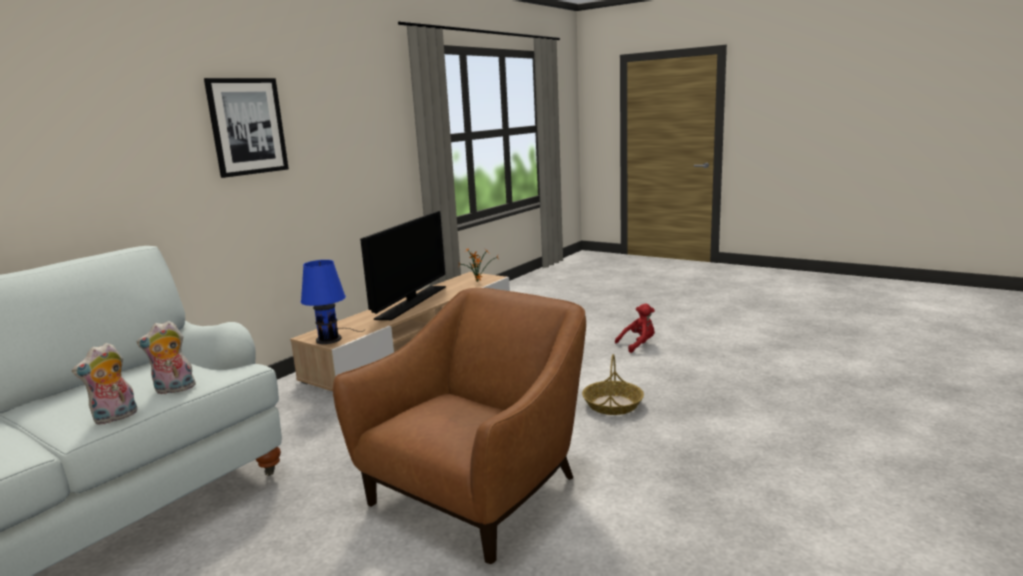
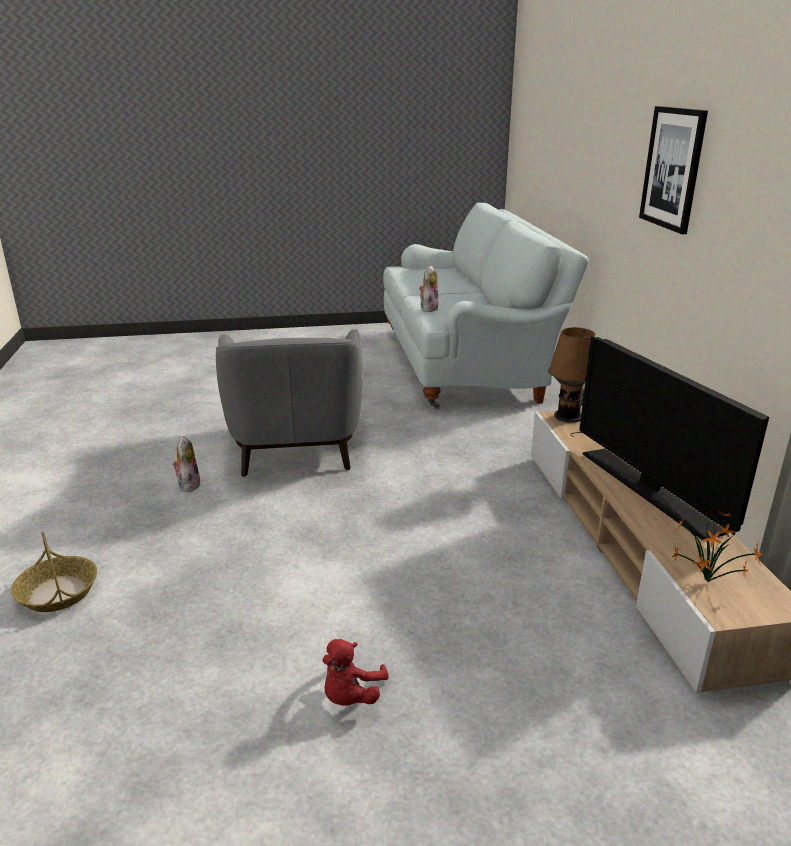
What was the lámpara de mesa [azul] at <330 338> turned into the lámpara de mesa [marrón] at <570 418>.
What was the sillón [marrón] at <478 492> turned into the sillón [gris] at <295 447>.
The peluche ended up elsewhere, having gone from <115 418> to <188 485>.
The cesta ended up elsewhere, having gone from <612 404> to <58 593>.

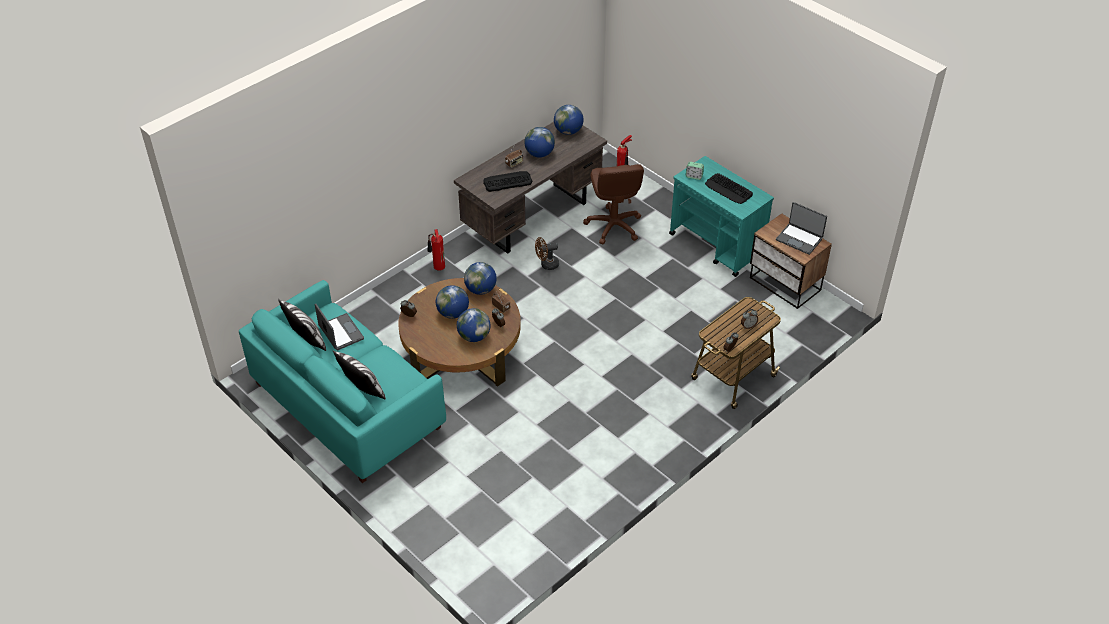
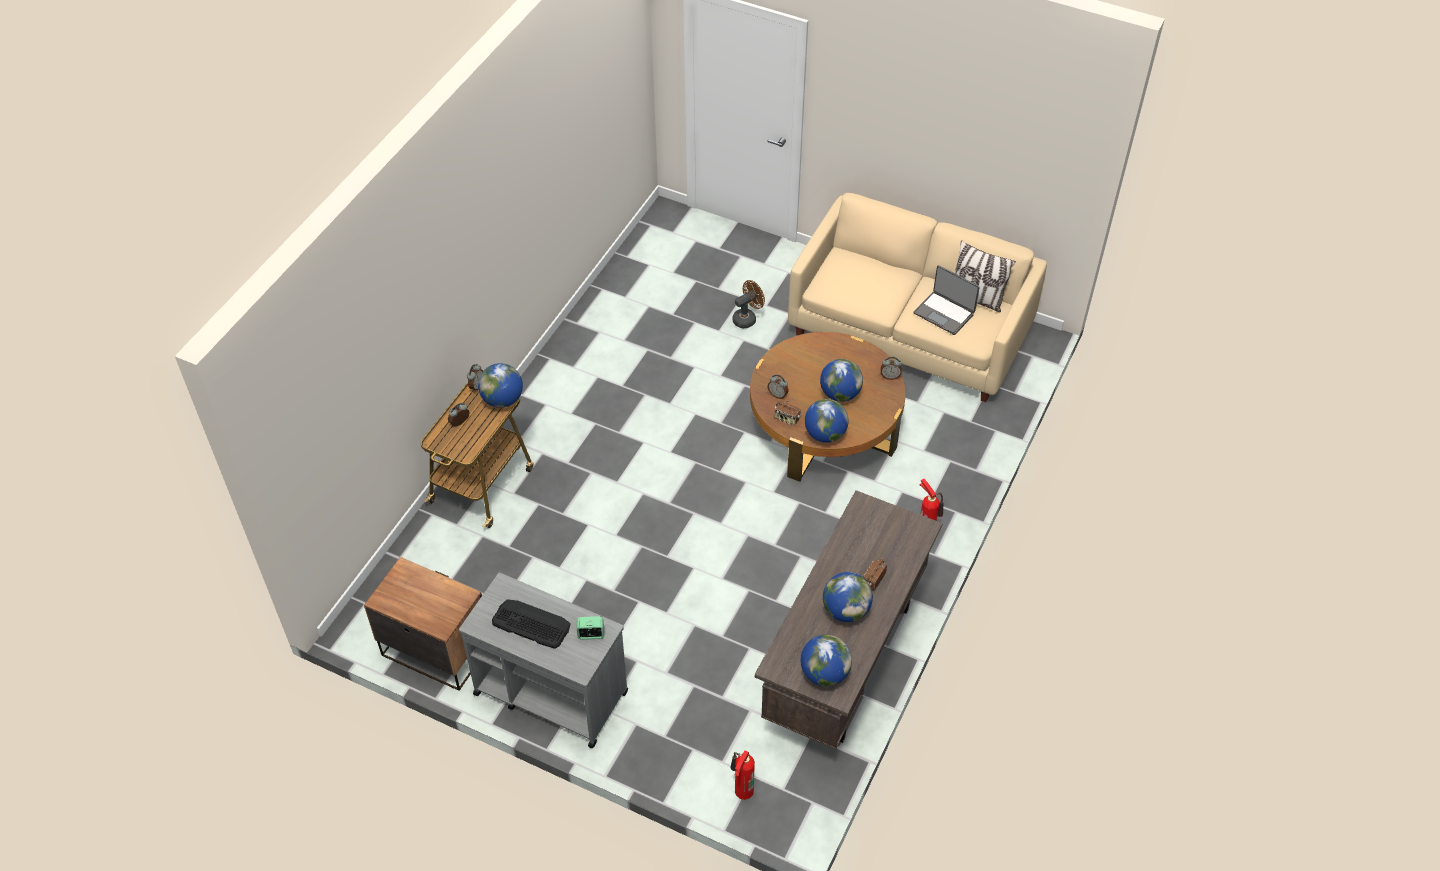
What was the carrito [turquesa] at <717 245> turned into the carrito [gris] at <550 692>.
The second view lost the silla de oficina [marrón] at <613 226>.
The second view lost the teclado at <507 181>.
The second view lost the portátil at <799 239>.
The ventilador [marrón] ended up elsewhere, having gone from <546 265> to <747 318>.
What was the sofá [turquesa] at <347 405> turned into the sofá [beis] at <911 330>.
The globo terráqueo ended up elsewhere, having gone from <474 336> to <502 399>.
The second view lost the cojín at <363 390>.

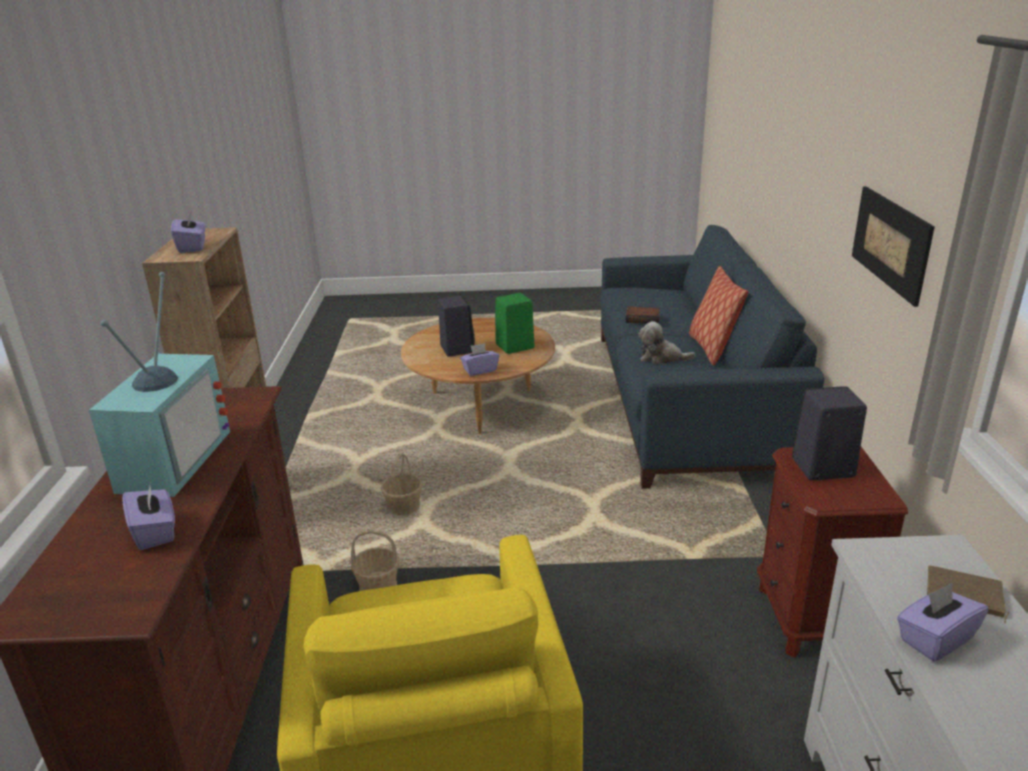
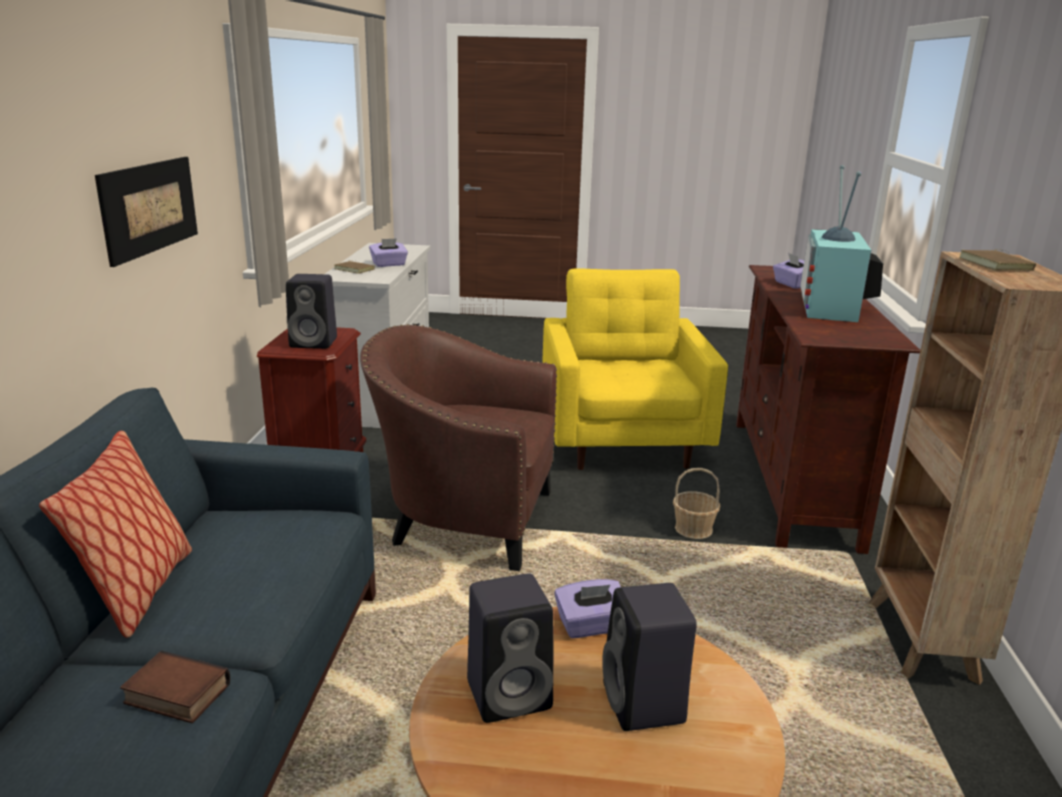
Where the caja de pañuelos [morado] stood at <193 247>, the libro [marrón] came to stand at <997 265>.
What was the altavoz [verde] at <514 347> turned into the altavoz [negro] at <511 694>.
The second view lost the peluche at <661 358>.
The second view lost the cesta at <404 507>.
The second view gained the sillón [marrón] at <463 520>.

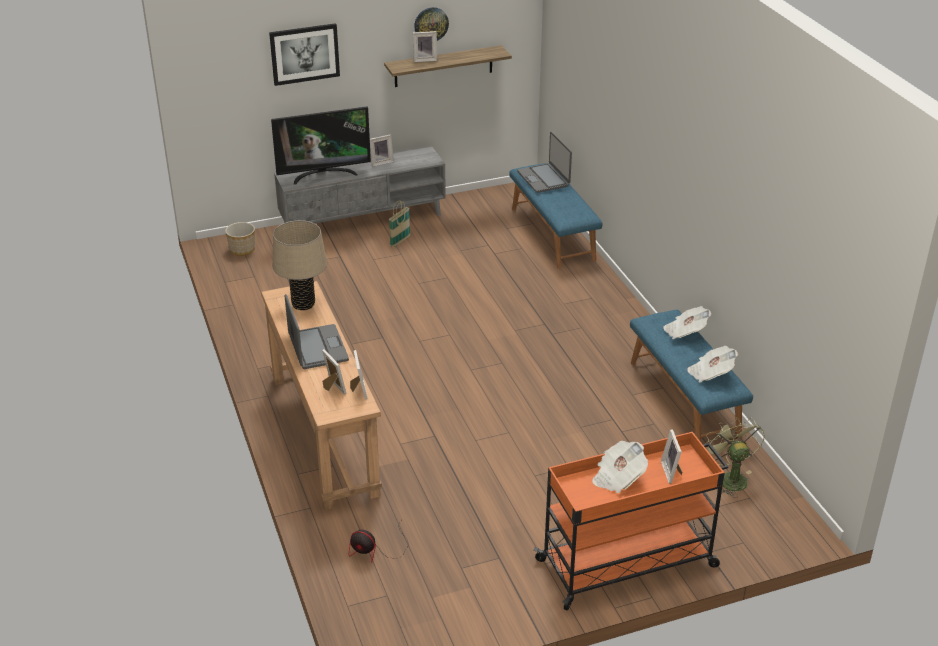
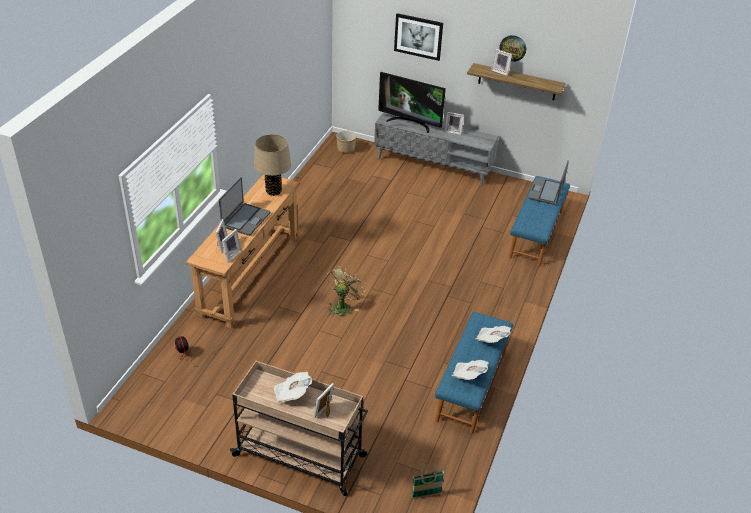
The cesta ended up elsewhere, having gone from <400 241> to <426 495>.
The ventilador [verde] ended up elsewhere, having gone from <729 478> to <342 306>.
What was the carrito [naranja] at <628 563> turned into the carrito [beis] at <301 456>.

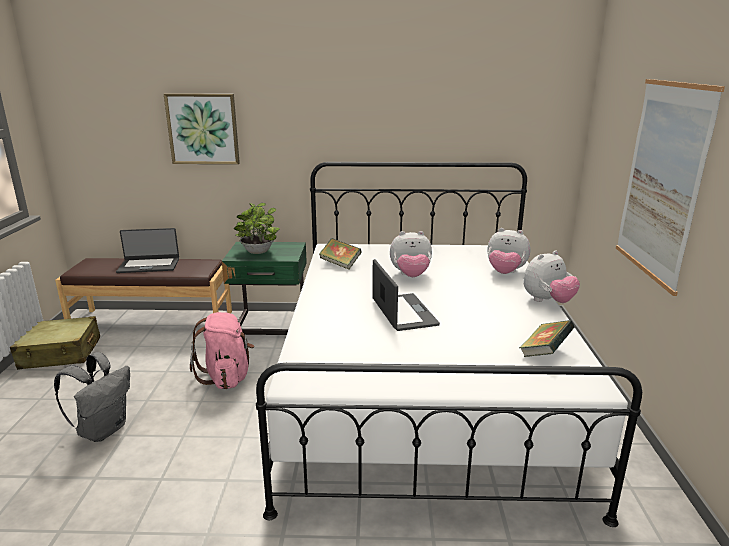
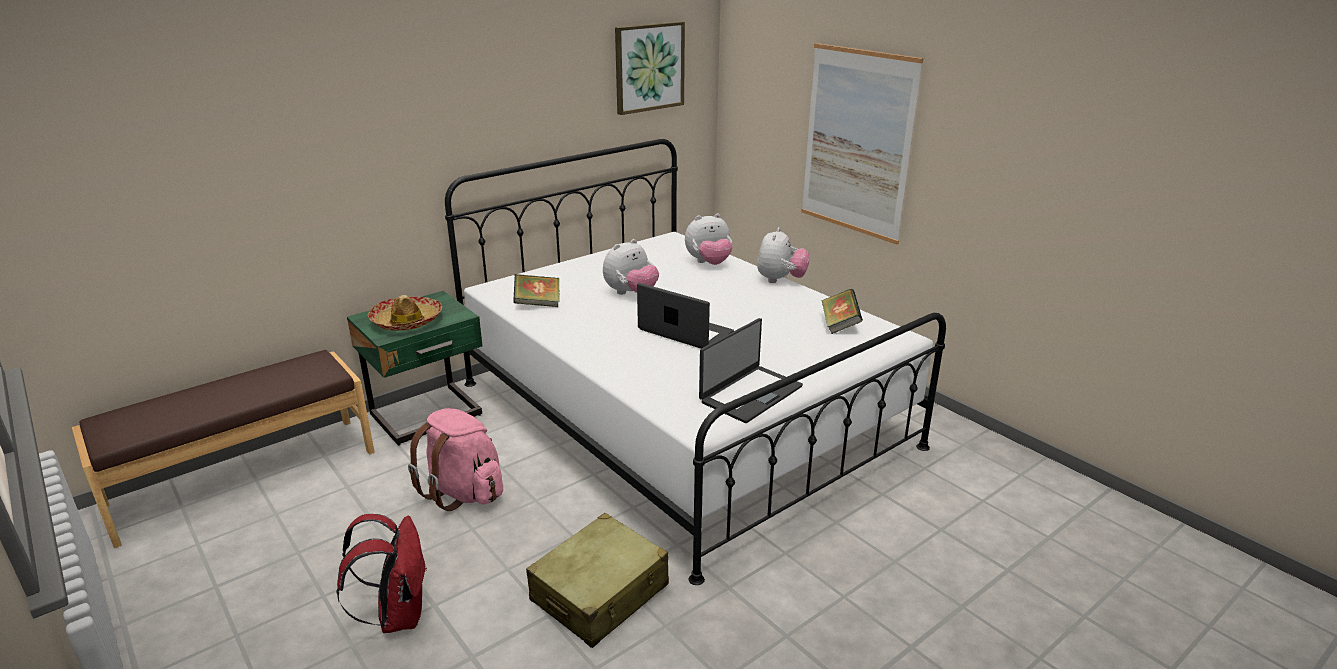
The cuadro ended up elsewhere, having gone from <203 129> to <649 67>.
Where the planta en maceta stood at <257 252>, the sombrero came to stand at <407 321>.
The portátil ended up elsewhere, having gone from <149 265> to <750 394>.
The maleta [beis] ended up elsewhere, having gone from <61 353> to <600 593>.
What was the mochila [gris] at <103 429> turned into the mochila [rojo] at <398 614>.

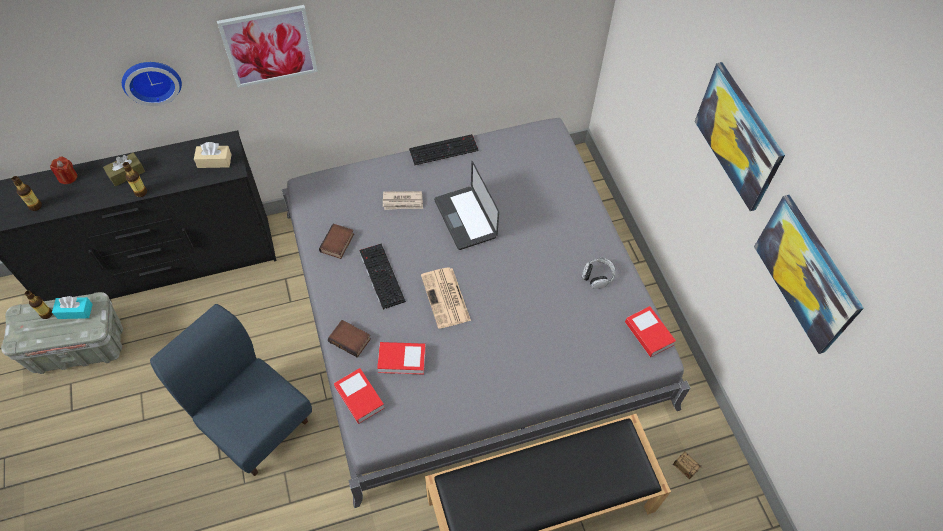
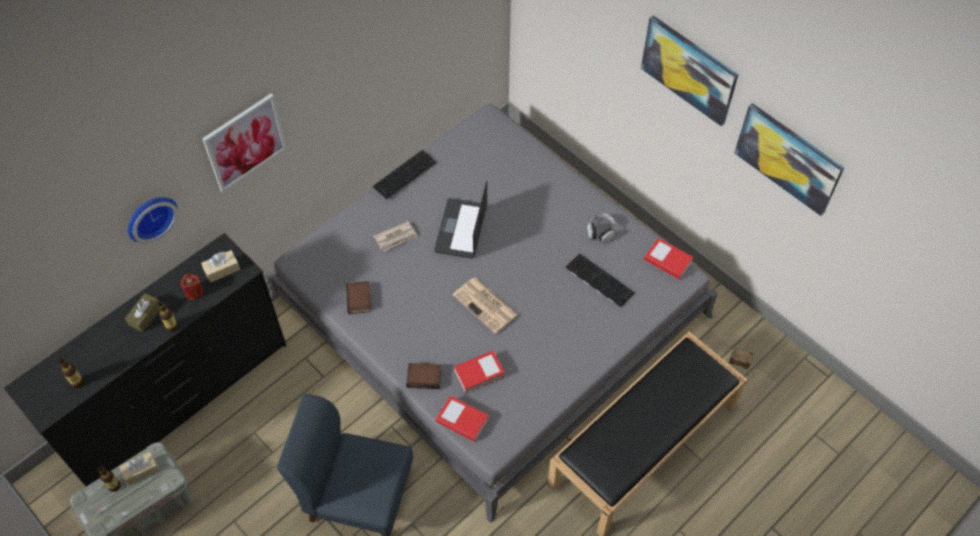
The vela [rojo] ended up elsewhere, having gone from <68 177> to <194 292>.
The portátil at <465 218> ended up facing another way, 60 degrees clockwise from before.
The teclado ended up elsewhere, having gone from <380 275> to <598 280>.
What was the caja de pañuelos [turquesa] at <75 311> turned into the caja de pañuelos [beis] at <141 471>.

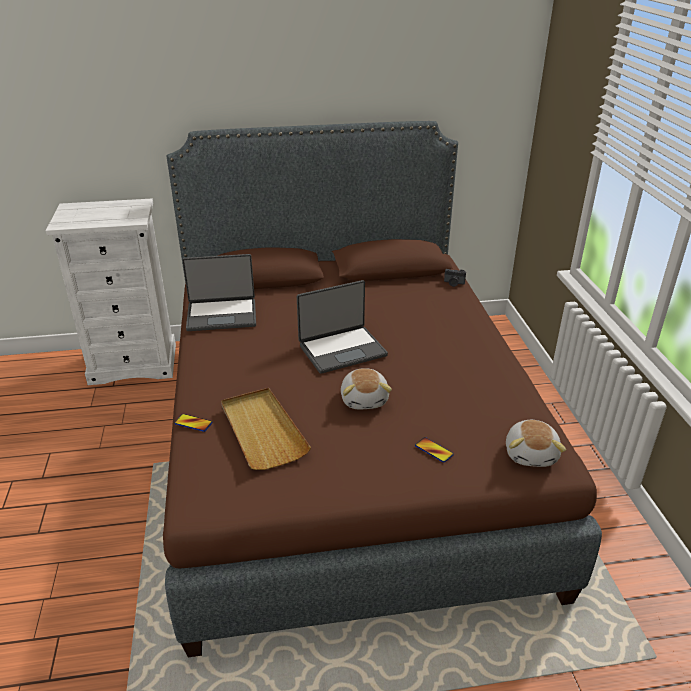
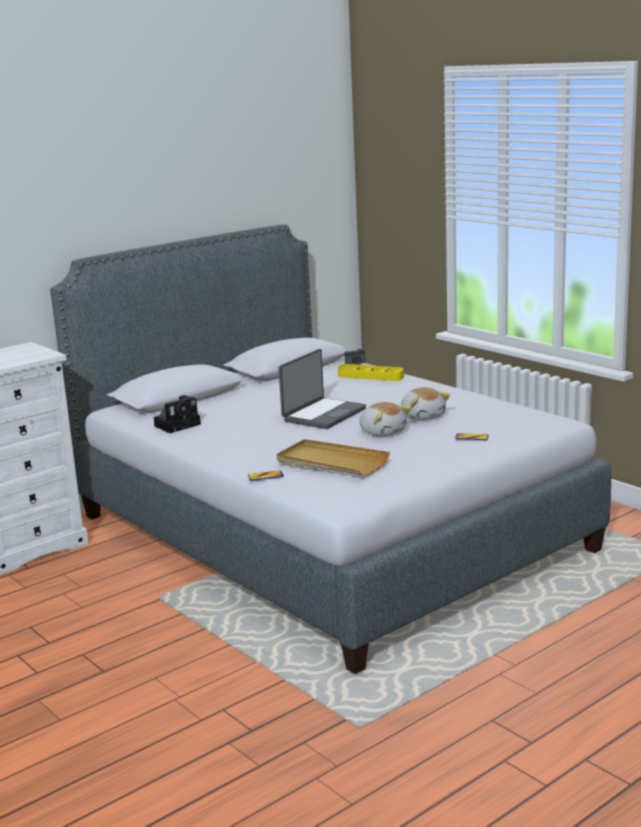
What was the cama [marrón] at <344 445> turned into the cama [gris] at <325 532>.
Where the portátil stood at <222 315>, the cámara came to stand at <179 424>.
The peluche ended up elsewhere, having gone from <531 454> to <423 416>.
The second view gained the bandeja [amarillo] at <370 376>.

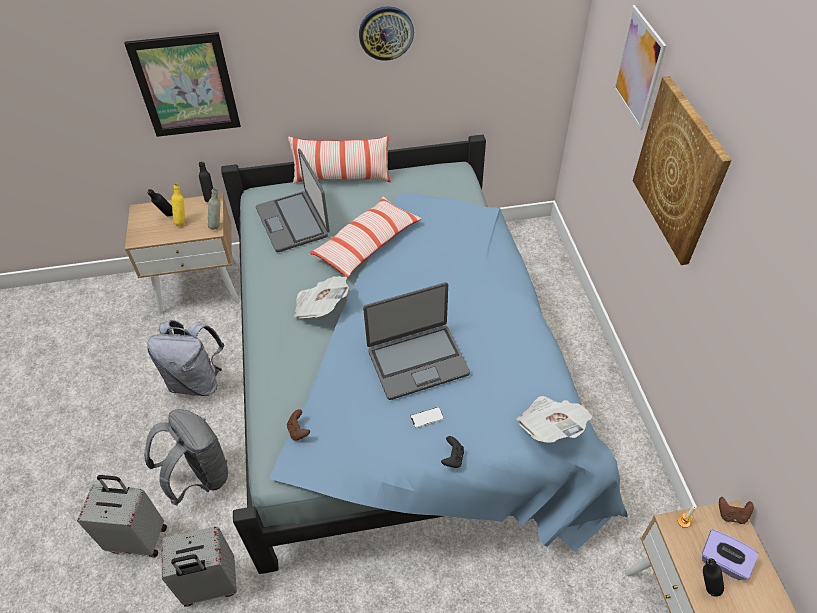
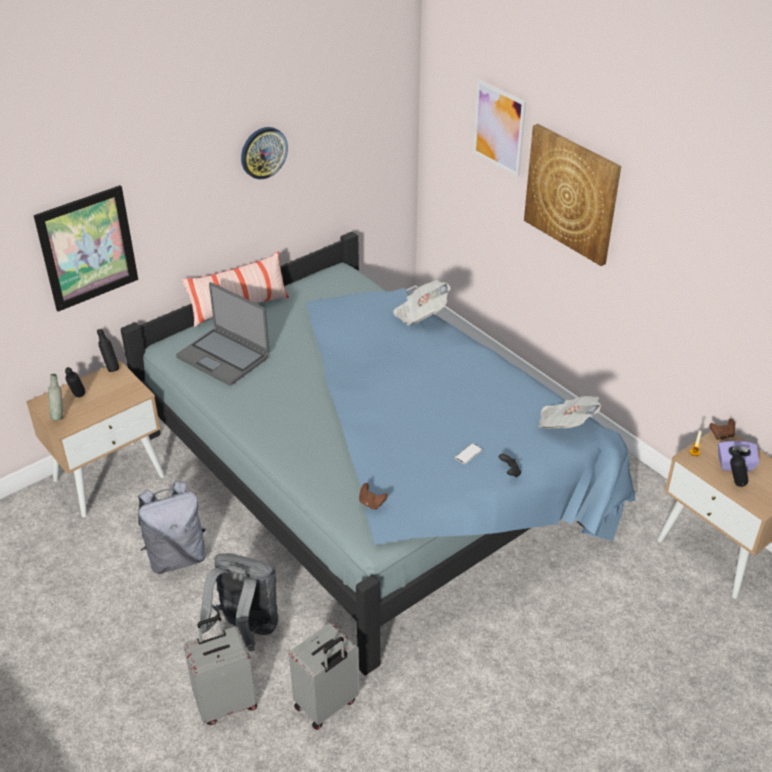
The second view lost the botella [amarillo] at <182 221>.
The botella [gris] ended up elsewhere, having gone from <218 225> to <59 415>.
The second view lost the cojín at <367 244>.
The periódico ended up elsewhere, having gone from <321 307> to <421 314>.
The second view lost the portátil at <417 361>.

